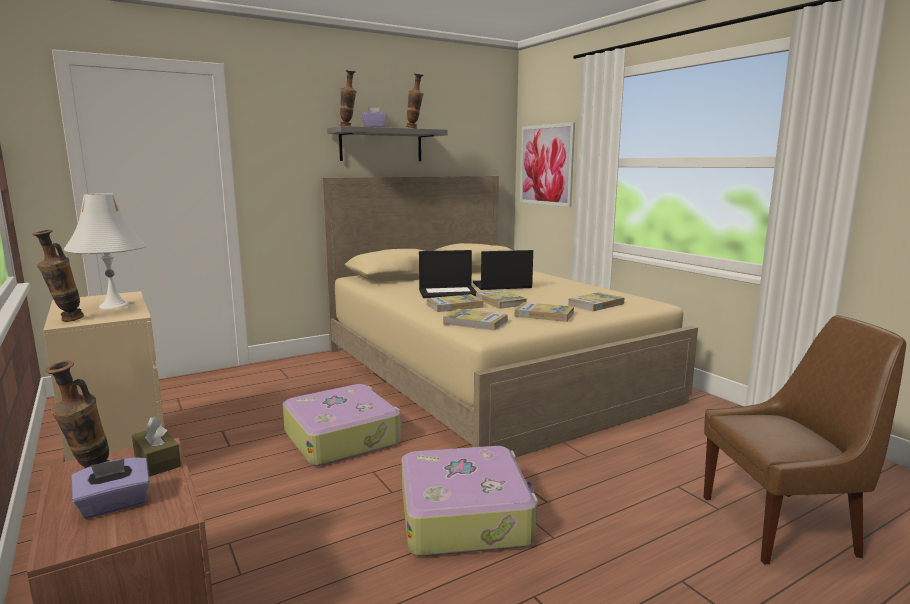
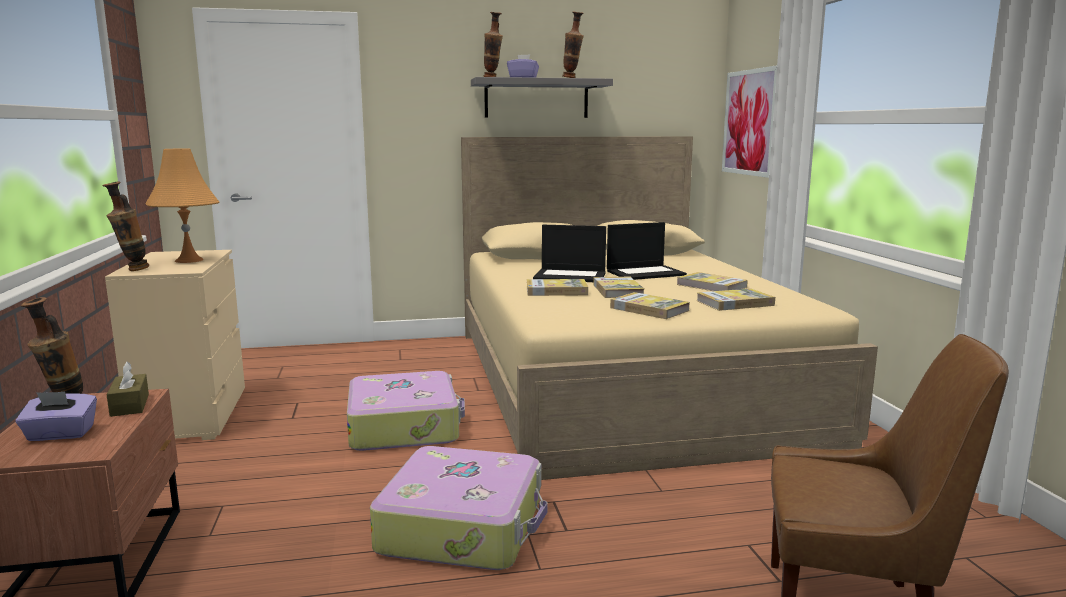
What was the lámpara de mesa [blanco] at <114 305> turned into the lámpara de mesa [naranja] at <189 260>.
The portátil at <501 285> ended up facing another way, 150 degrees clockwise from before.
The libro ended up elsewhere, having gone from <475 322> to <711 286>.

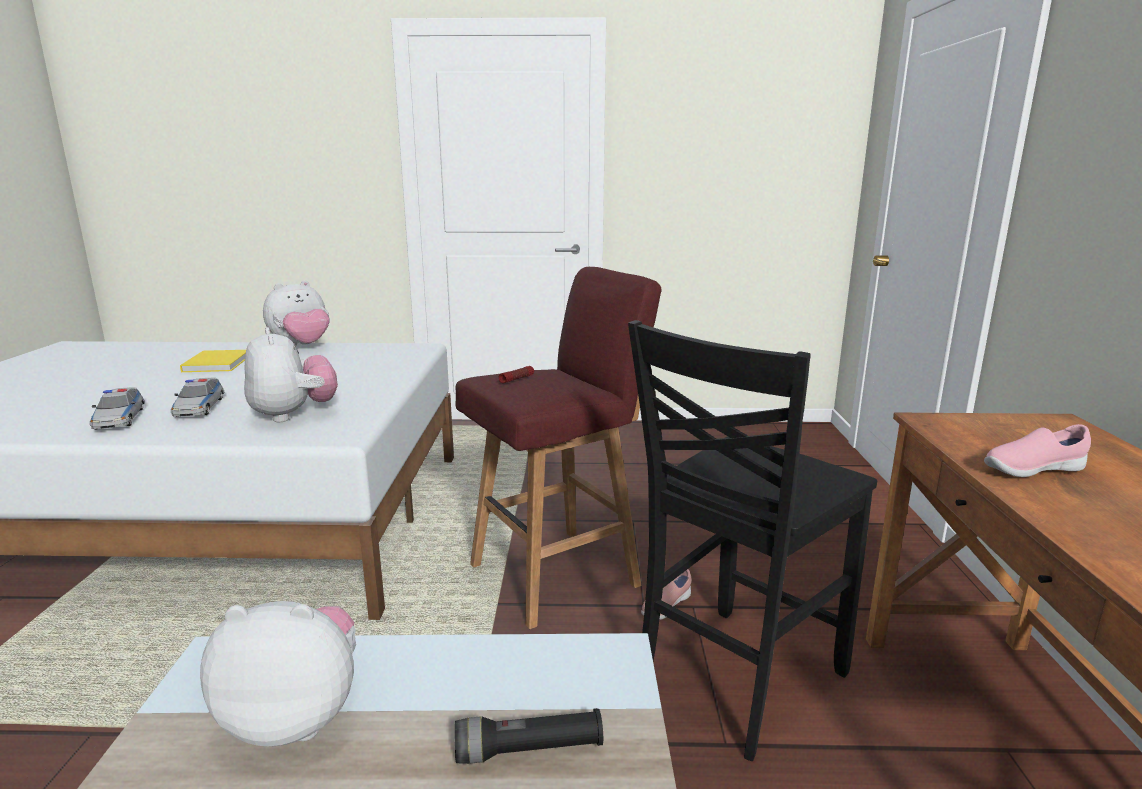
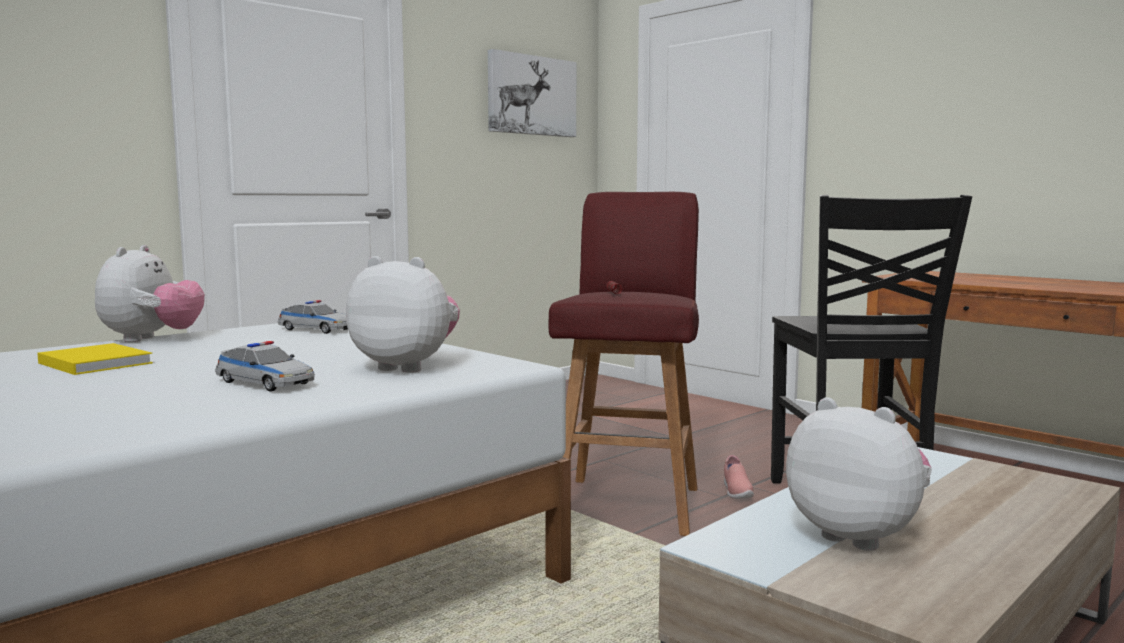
The coche de juguete ended up elsewhere, having gone from <120 418> to <316 330>.
The second view lost the zapato [rosa] at <1031 471>.
The peluche at <296 717> ended up facing another way, 90 degrees clockwise from before.
The second view lost the linterna [negro] at <529 750>.
The second view gained the cuadro at <531 95>.

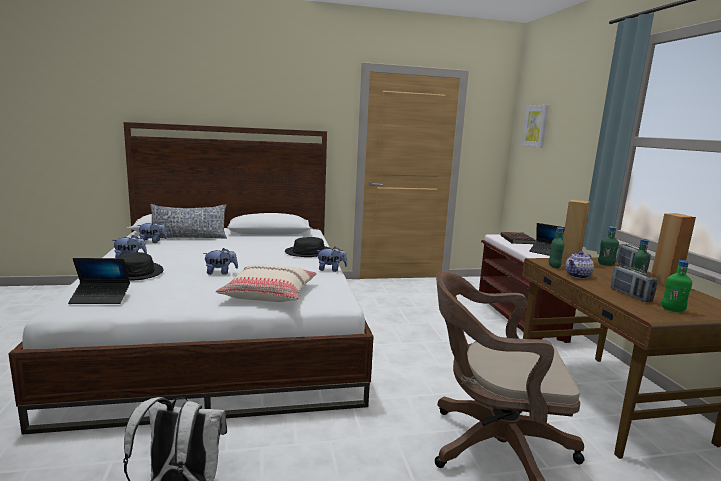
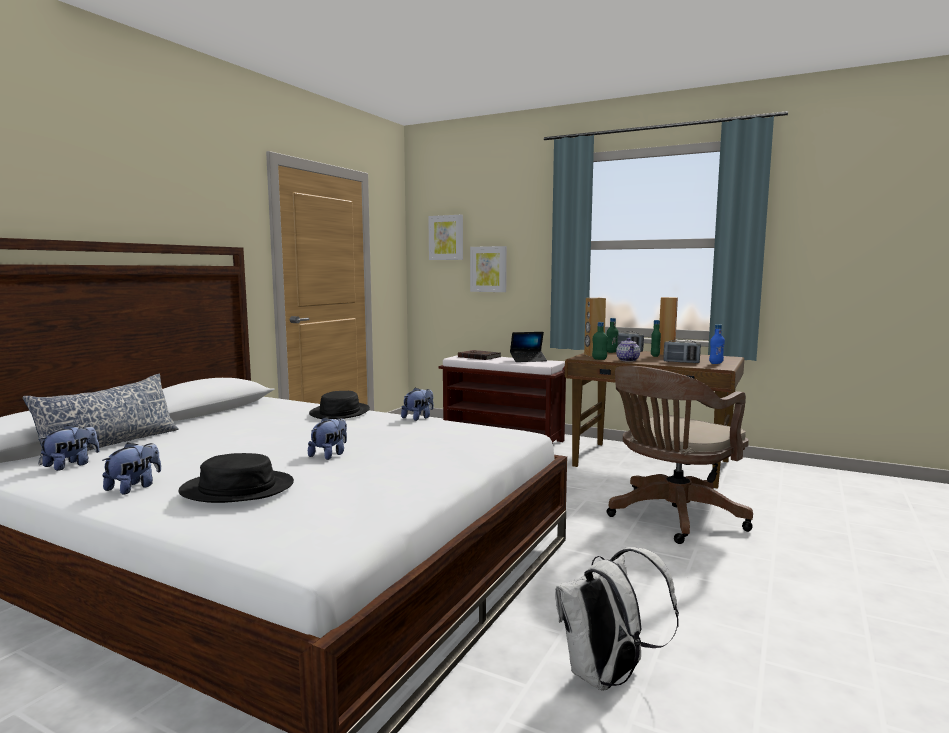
The second view lost the portátil at <100 298>.
What was the botella [verde] at <672 310> turned into the botella [azul] at <716 363>.
The second view lost the cojín [beis] at <269 294>.
The second view gained the cuadro at <488 269>.

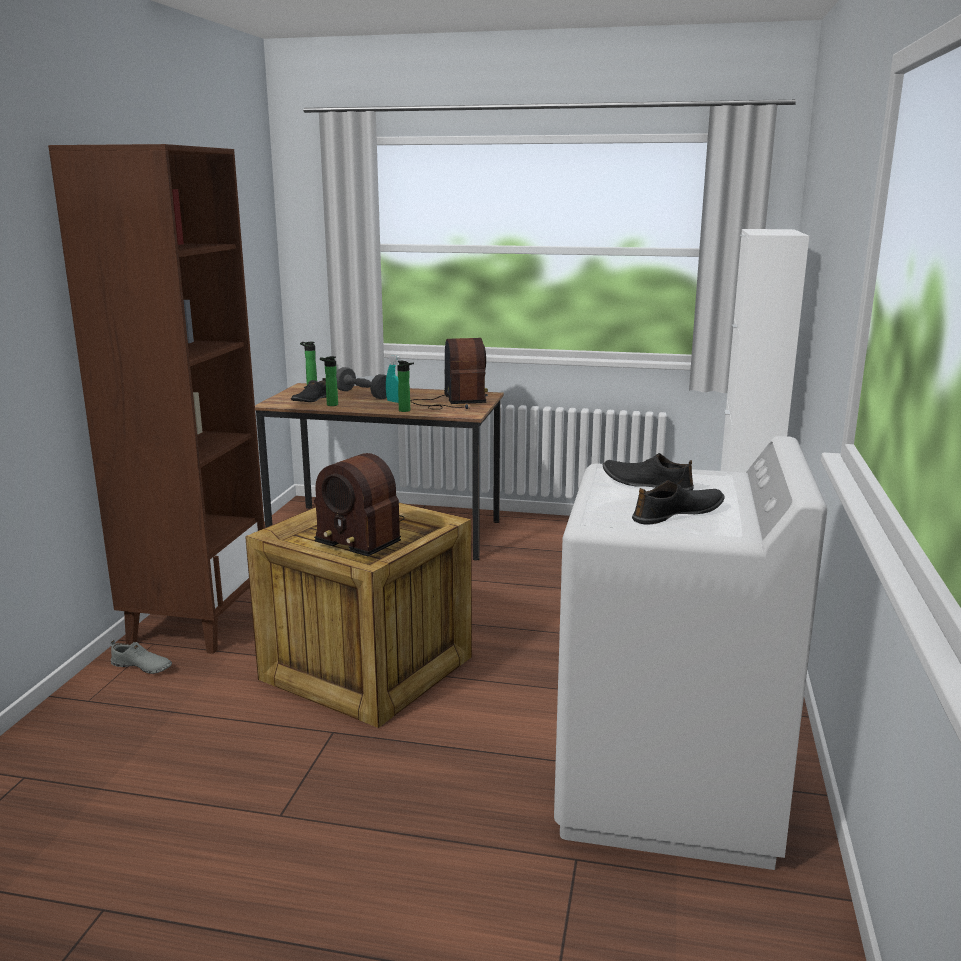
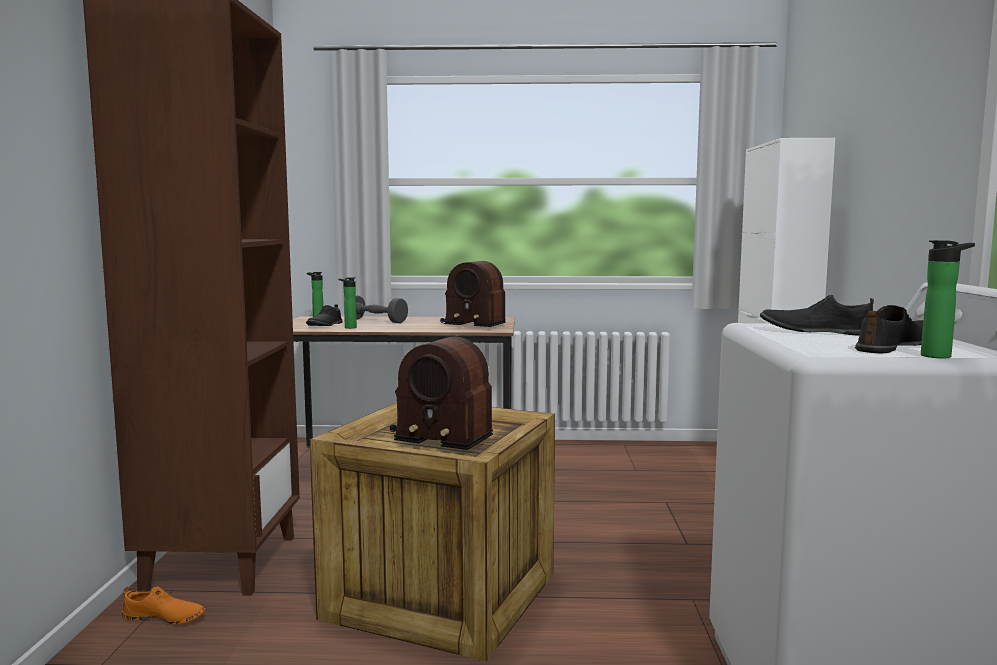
The radio at <453 402> ended up facing another way, 135 degrees clockwise from before.
The second view lost the pulverizador [turquesa] at <394 401>.
The botella ended up elsewhere, having gone from <406 411> to <941 356>.
What was the zapato [gris] at <142 667> turned into the zapato [naranja] at <164 618>.

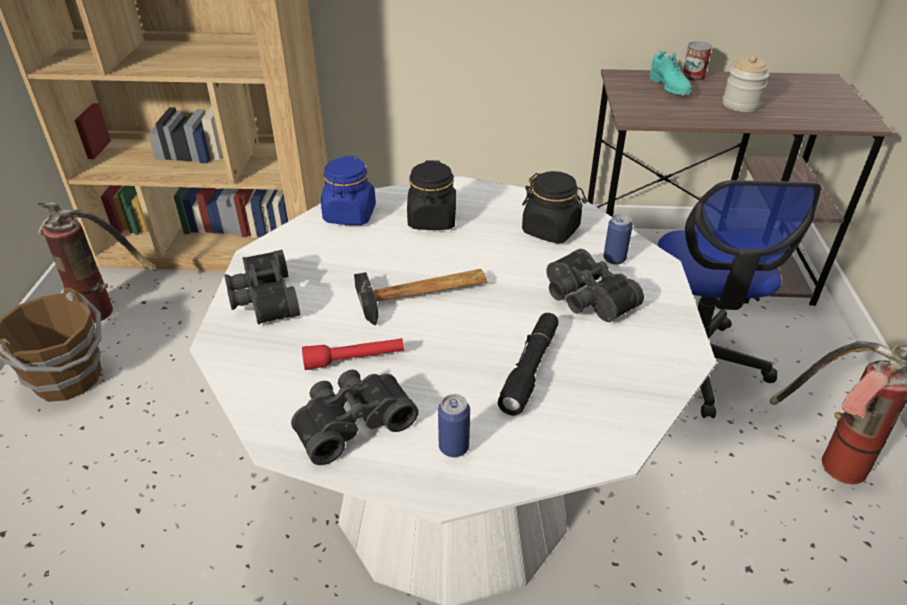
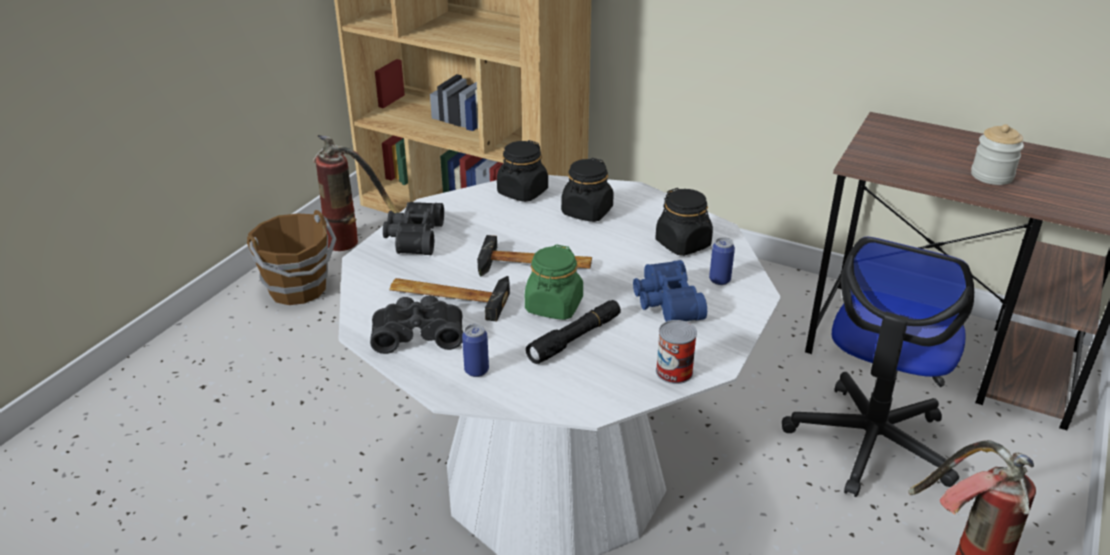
The lata ended up elsewhere, having gone from <693 77> to <674 372>.
The second view lost the zapato [turquesa] at <669 88>.
What was the tarro [azul] at <350 215> turned into the tarro [negro] at <522 192>.
What was the prismáticos [negro] at <585 299> turned into the prismáticos [azul] at <664 303>.
Where the linterna [rojo] stood at <354 360>, the martillo came to stand at <449 295>.
The second view gained the tarro [verde] at <554 306>.

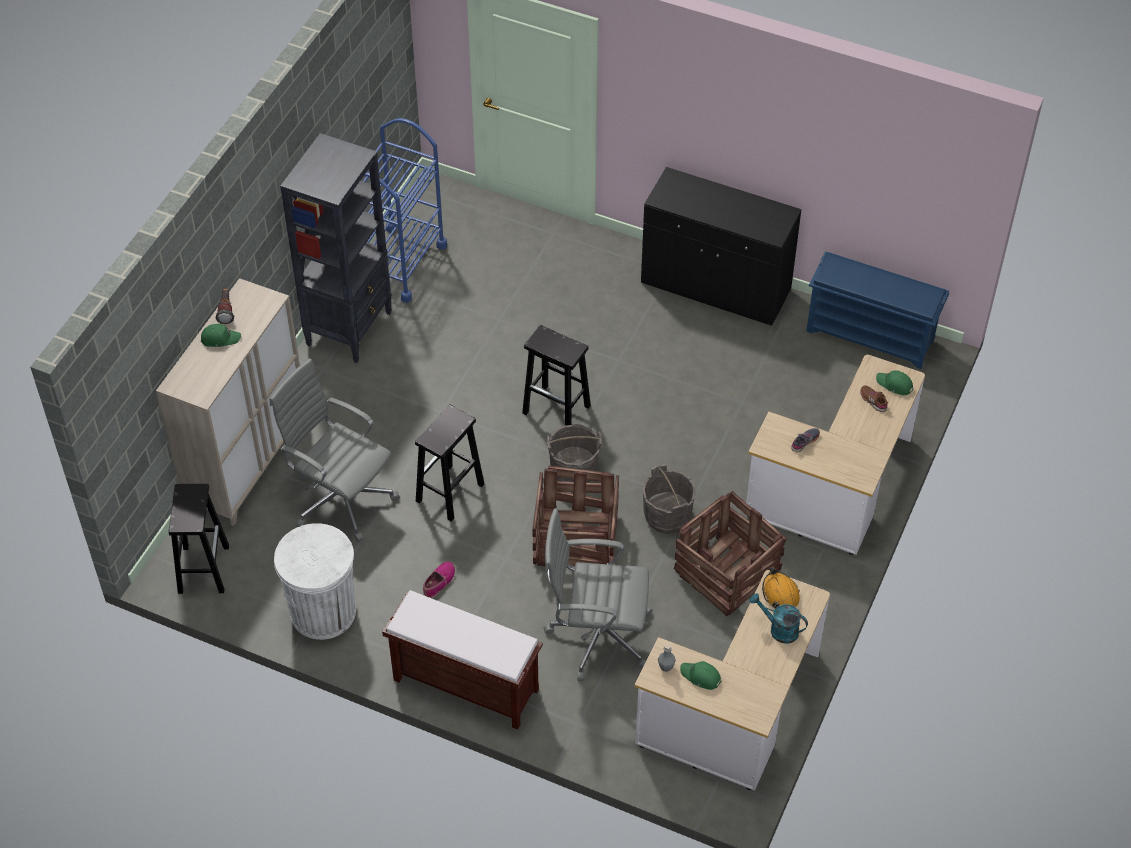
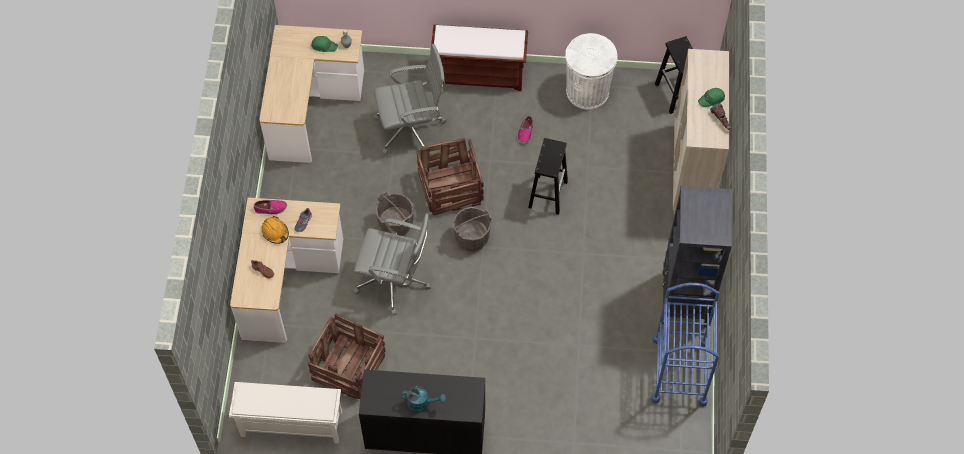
What was the zapatero [azul] at <871 335> turned into the zapatero [blanco] at <290 425>.
The second view lost the taburete [negro] at <557 410>.
The silla de oficina [gris] ended up elsewhere, having gone from <341 497> to <395 281>.
The second view lost the gorra [verde] at <894 385>.
The caja de embalaje ended up elsewhere, having gone from <726 573> to <349 366>.
The casco [naranja] ended up elsewhere, having gone from <780 594> to <275 232>.
The regadera [turquesa] ended up elsewhere, having gone from <778 629> to <422 403>.
The second view gained the zapato at <270 208>.

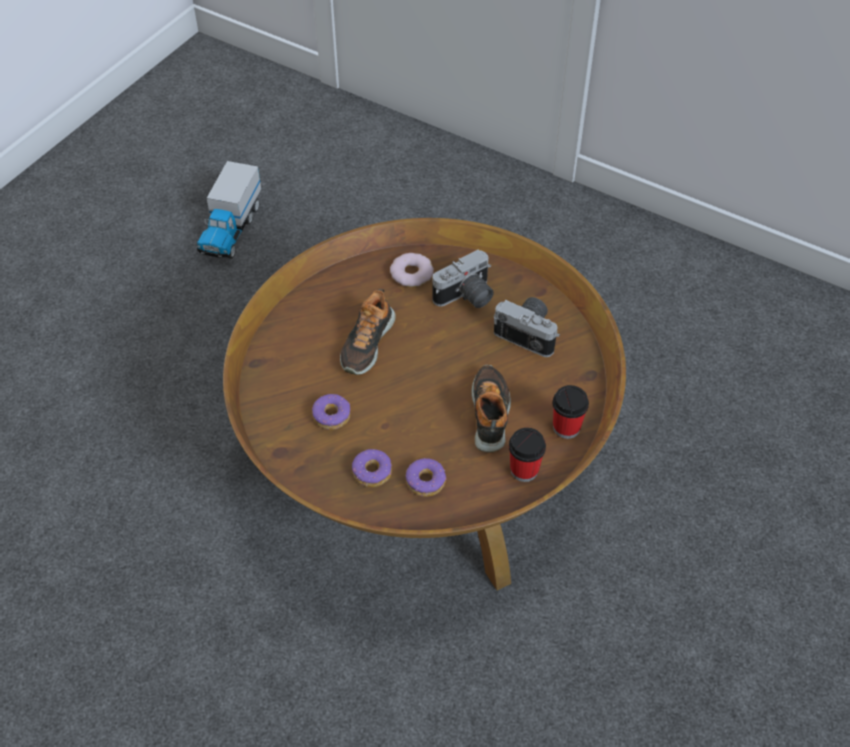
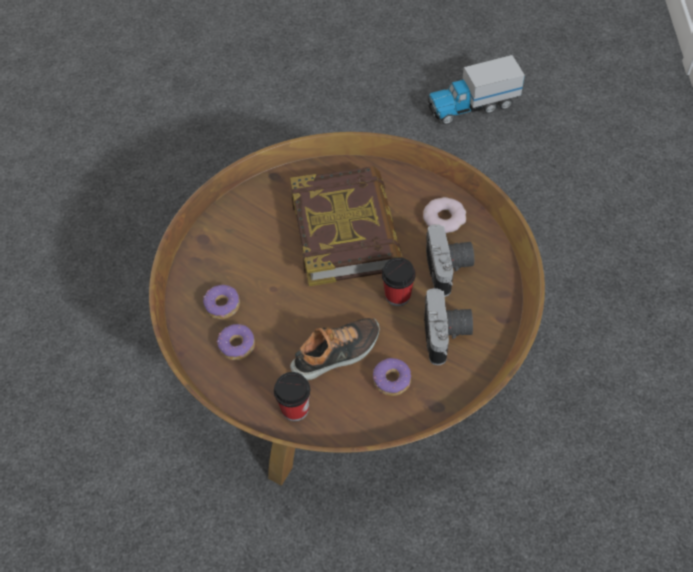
The cámara at <466 297> ended up facing another way, 120 degrees counterclockwise from before.
Where the zapato stood at <367 343>, the libro came to stand at <346 231>.
The taza ended up elsewhere, having gone from <566 427> to <397 295>.
The rosquilla ended up elsewhere, having gone from <332 416> to <392 380>.

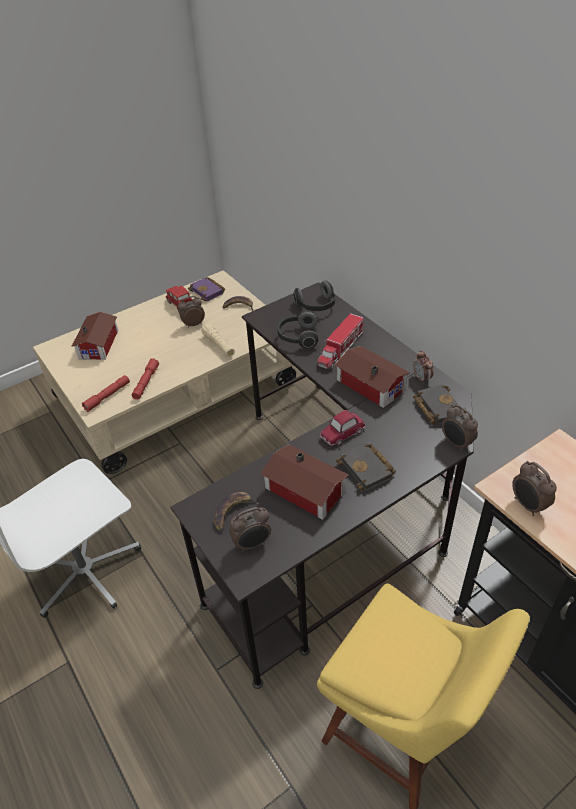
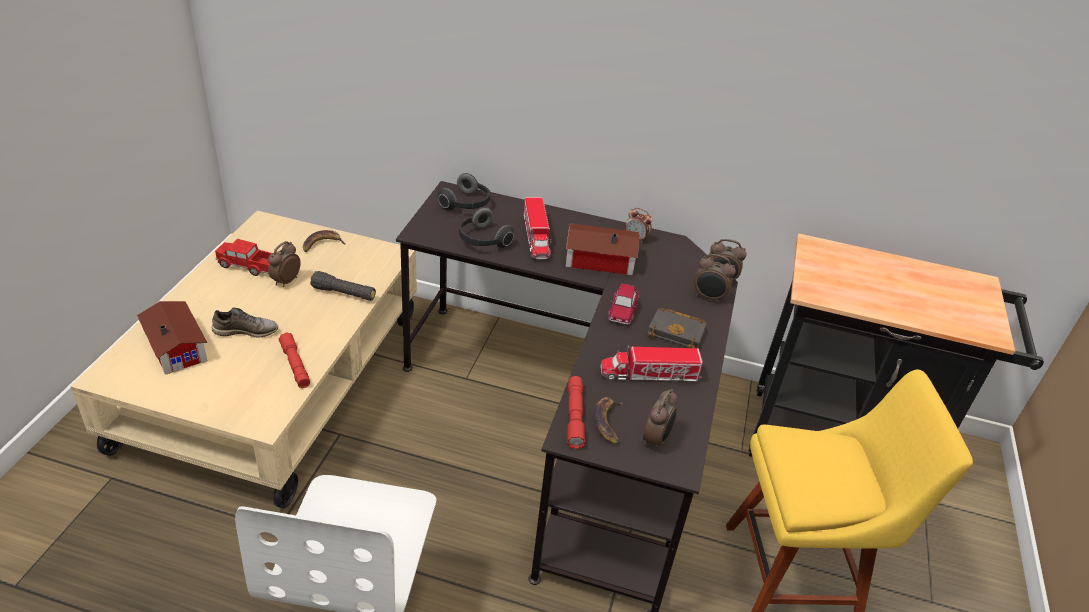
The second view lost the libro [morado] at <208 291>.
What was the linterna [beis] at <219 345> turned into the linterna [negro] at <344 293>.
The linterna [rojo] ended up elsewhere, having gone from <107 396> to <574 416>.
The second view lost the libro [negro] at <436 407>.
Where the casita stood at <305 492>, the camión de juguete came to stand at <650 374>.
The despertador ended up elsewhere, having gone from <527 505> to <709 297>.
The second view gained the zapato [gris] at <246 330>.

